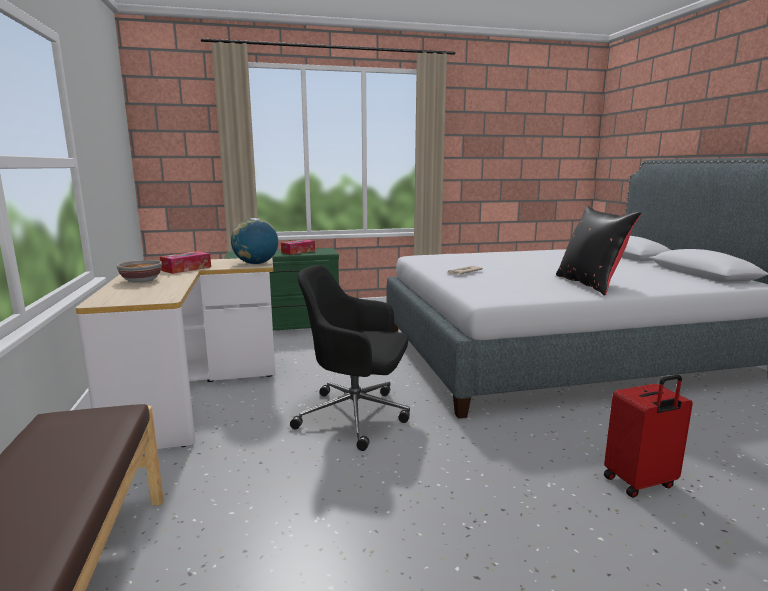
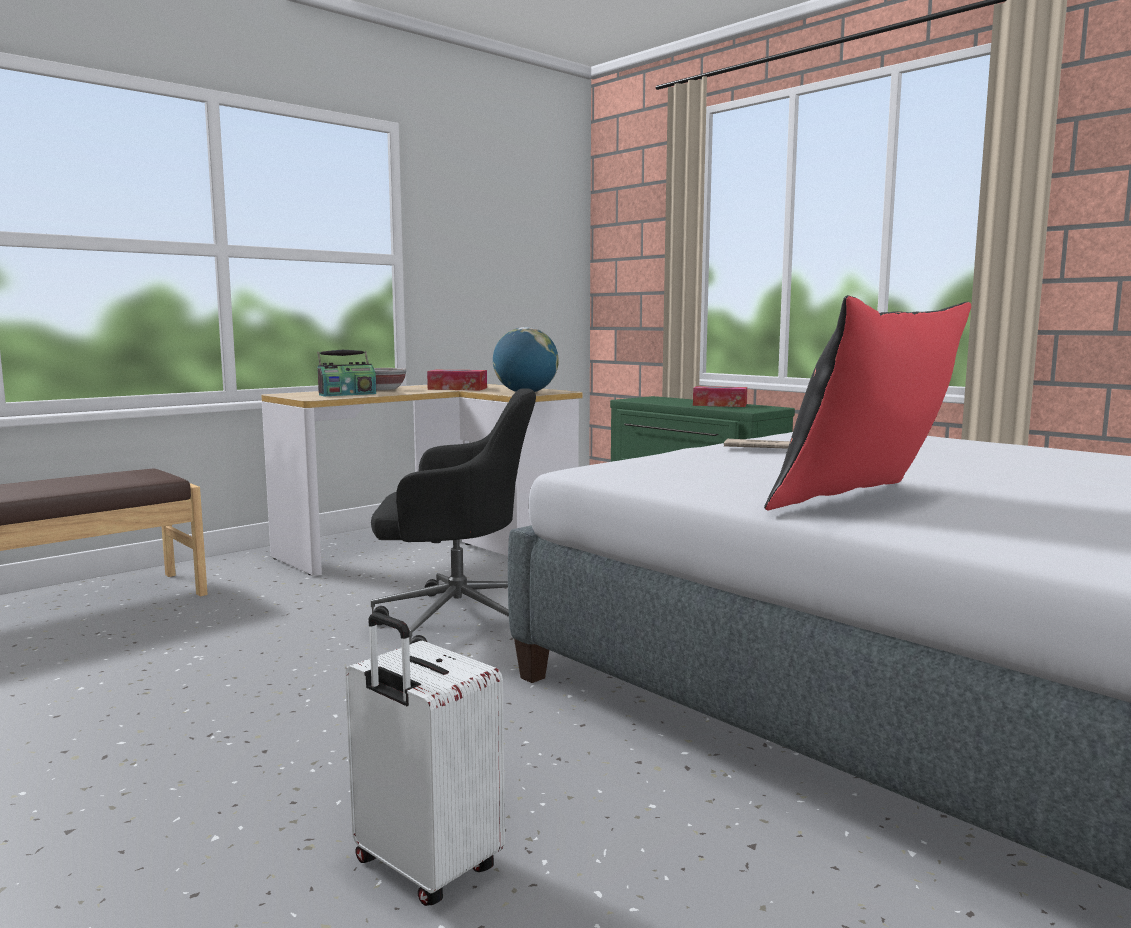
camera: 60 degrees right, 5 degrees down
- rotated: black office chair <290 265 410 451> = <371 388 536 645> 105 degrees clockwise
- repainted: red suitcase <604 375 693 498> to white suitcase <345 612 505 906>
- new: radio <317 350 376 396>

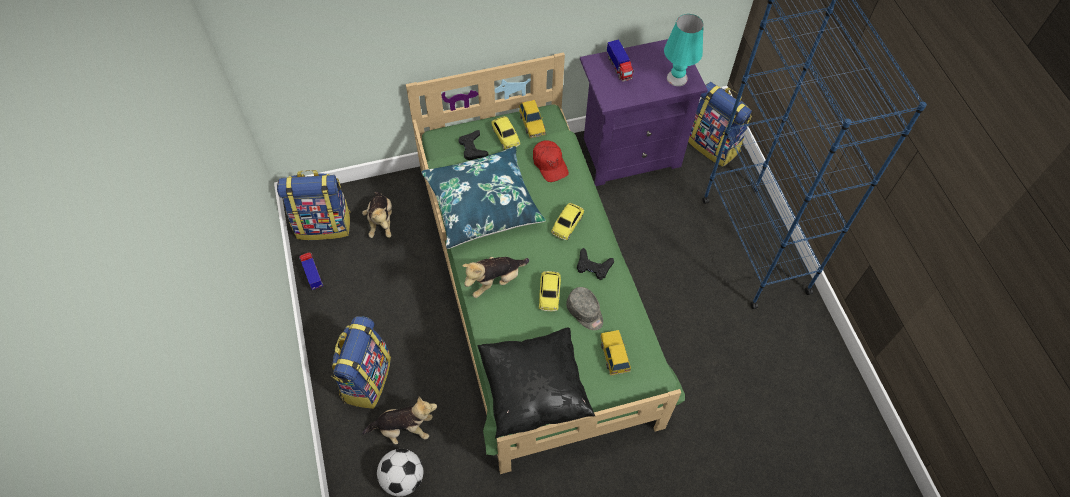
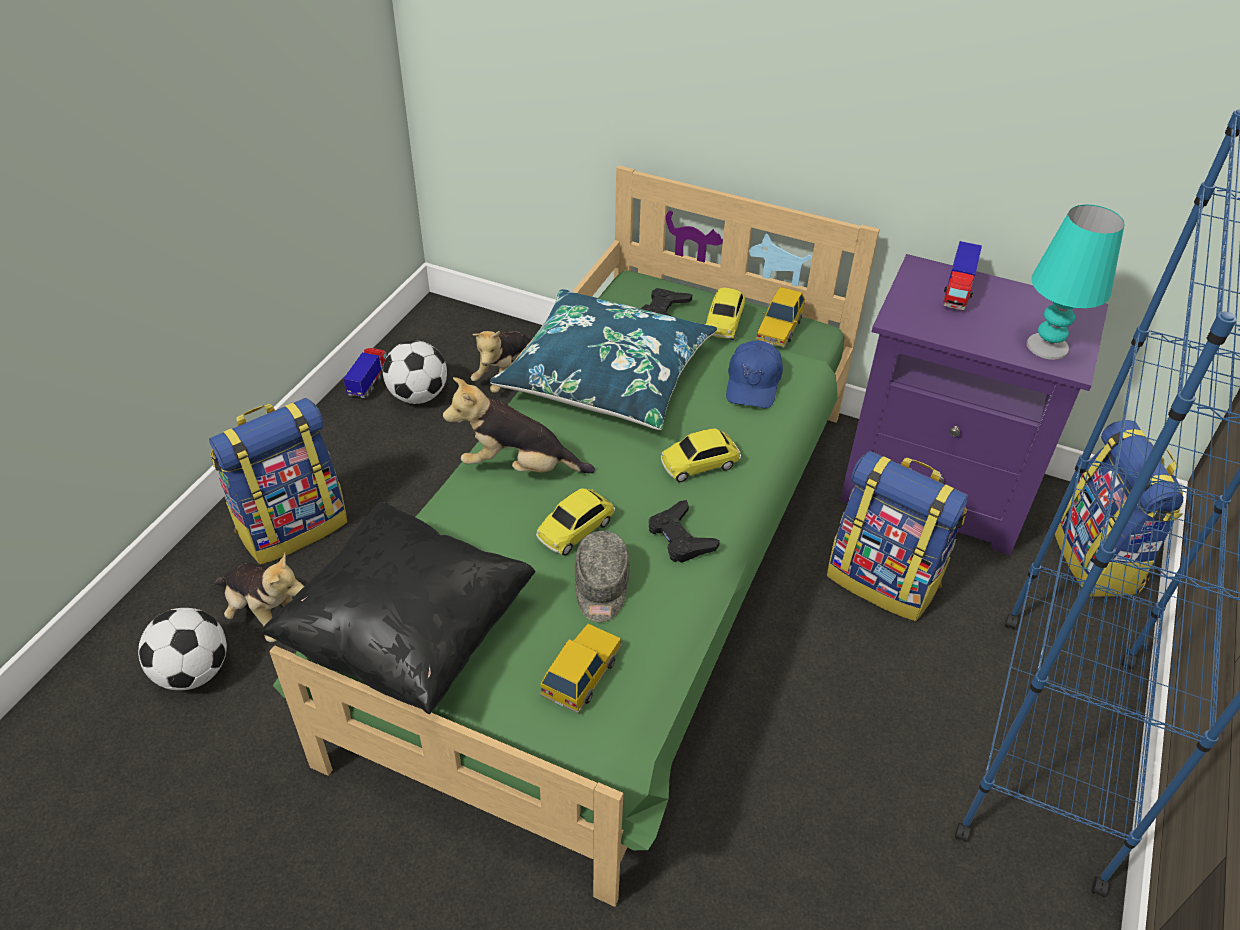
camera: 40 degrees right, 15 degrees down
- shifted: backpack <277 170 351 240> to <827 451 968 621>
- repainted: red cap <533 140 569 182> to blue cap <726 341 783 408>
- new: football <383 340 447 404>

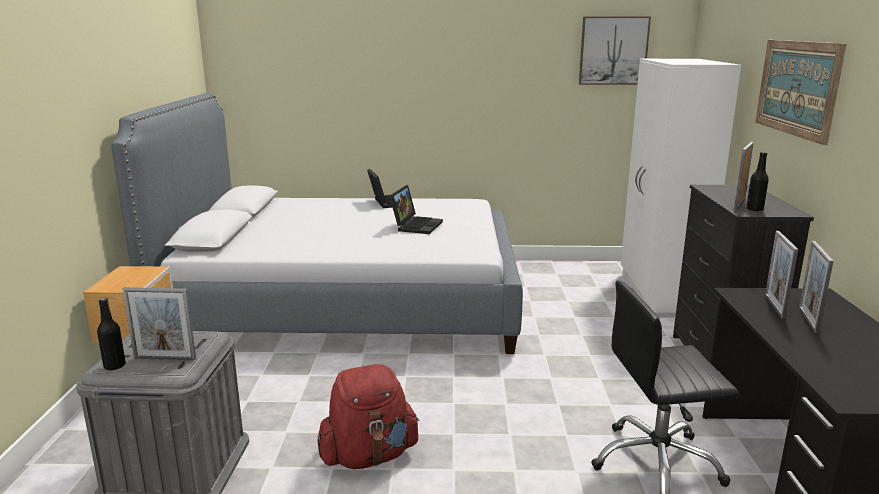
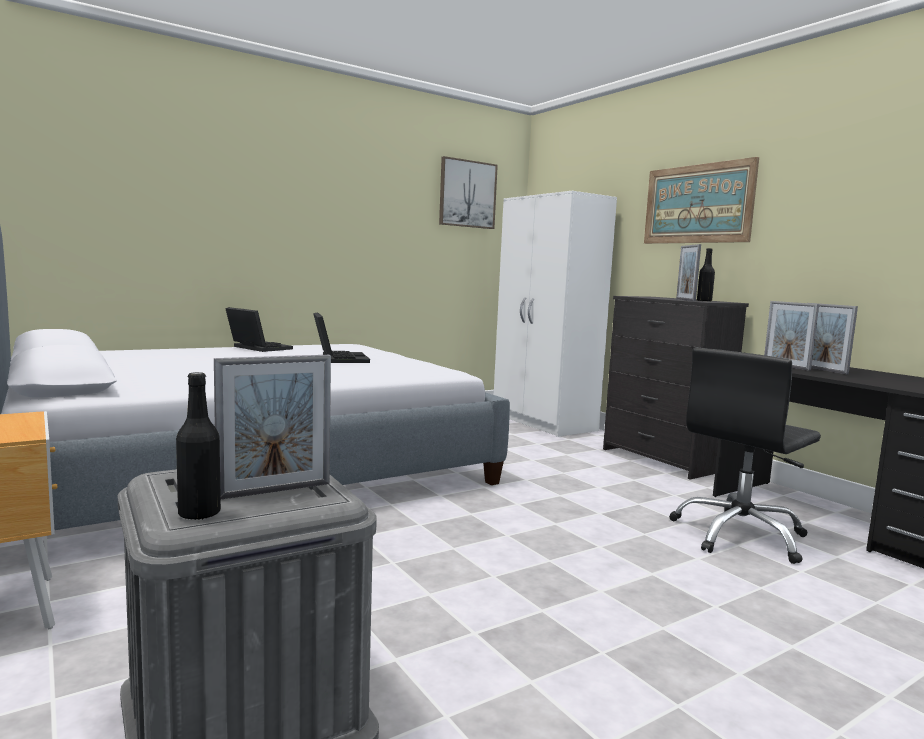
camera: 35 degrees left, 10 degrees down
- gone: red backpack <317 364 419 469>

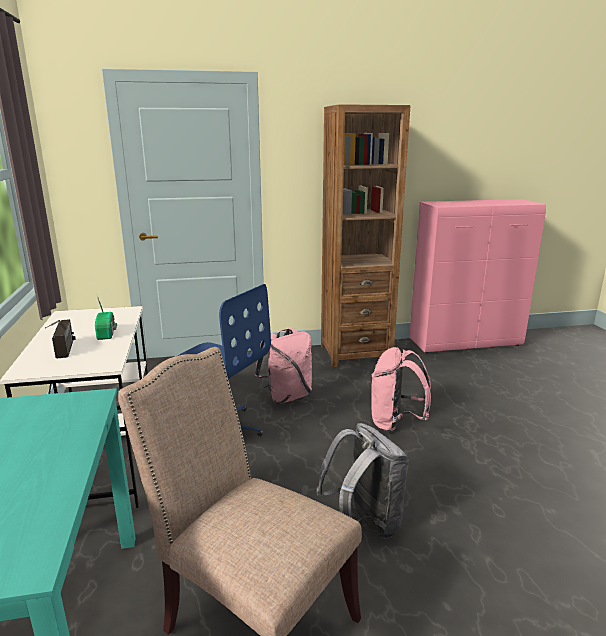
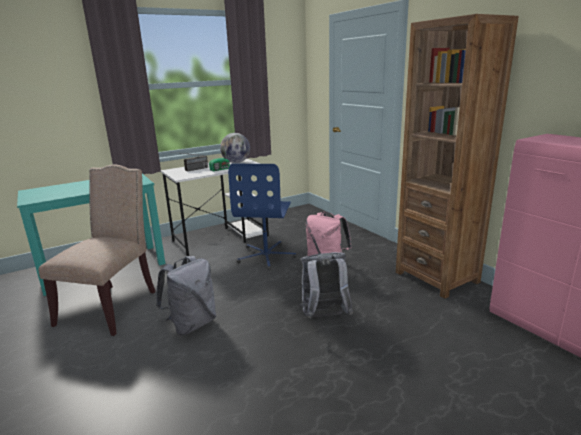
camera: 70 degrees right, 0 degrees up
- repainted: pink backpack <371 347 431 432> to grey backpack <299 252 353 318>
- new: globe <220 133 250 163>

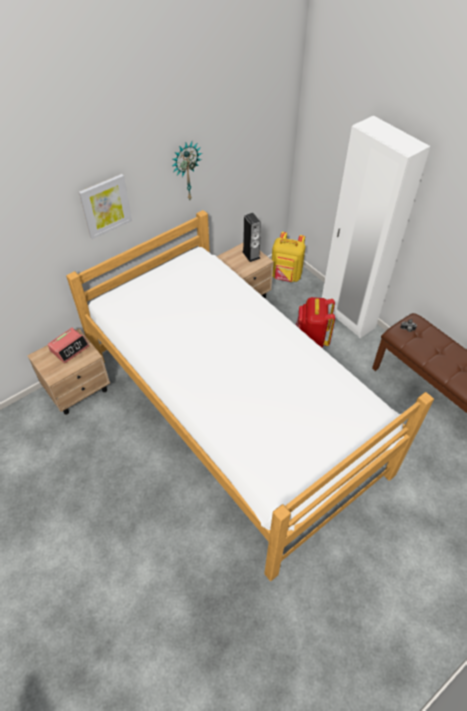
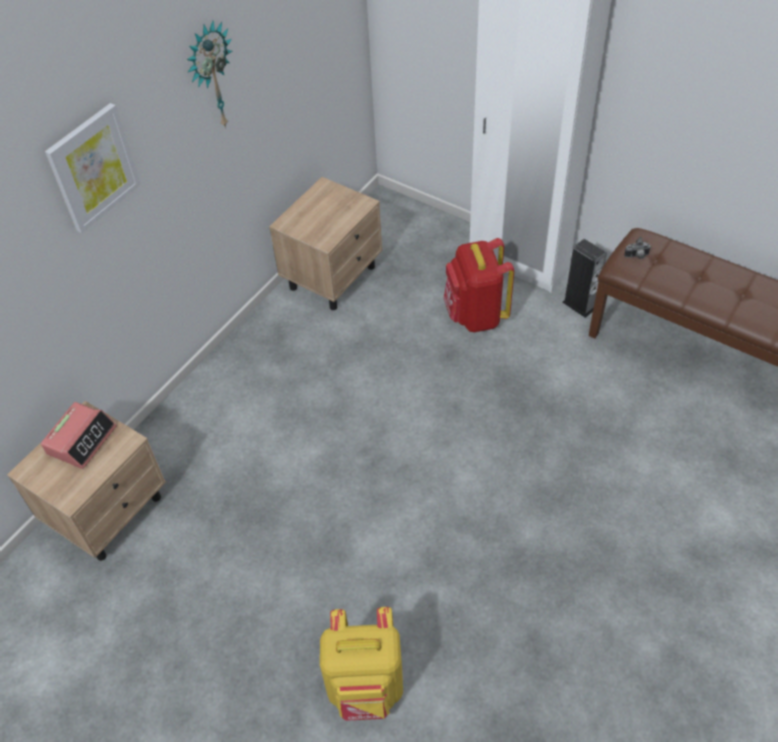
camera: 15 degrees left, 0 degrees up
- gone: bed <66 210 434 581>
- shifted: speaker <242 213 261 262> to <563 239 607 318>
- shifted: yellow backpack <272 232 306 282> to <320 607 403 721>

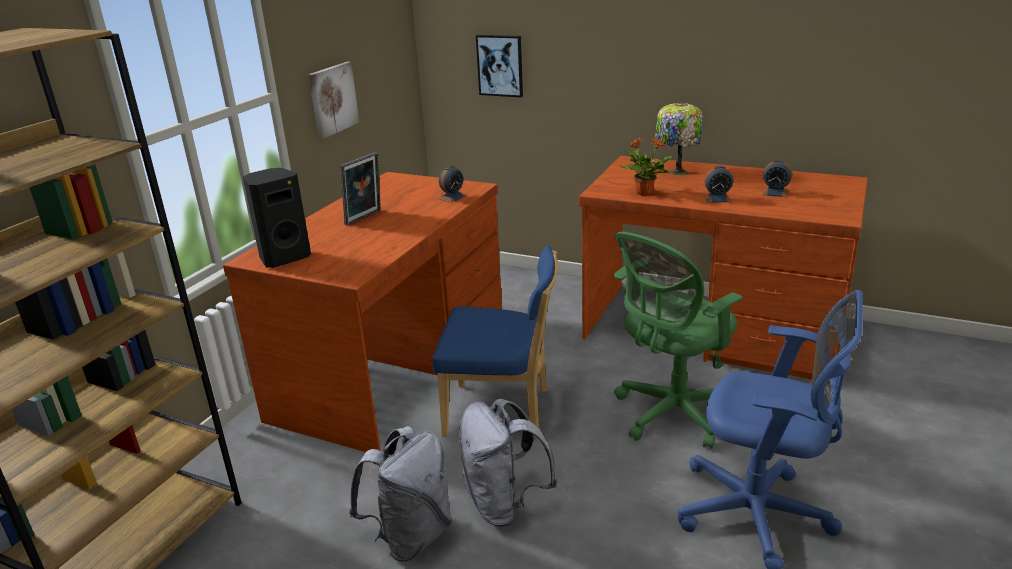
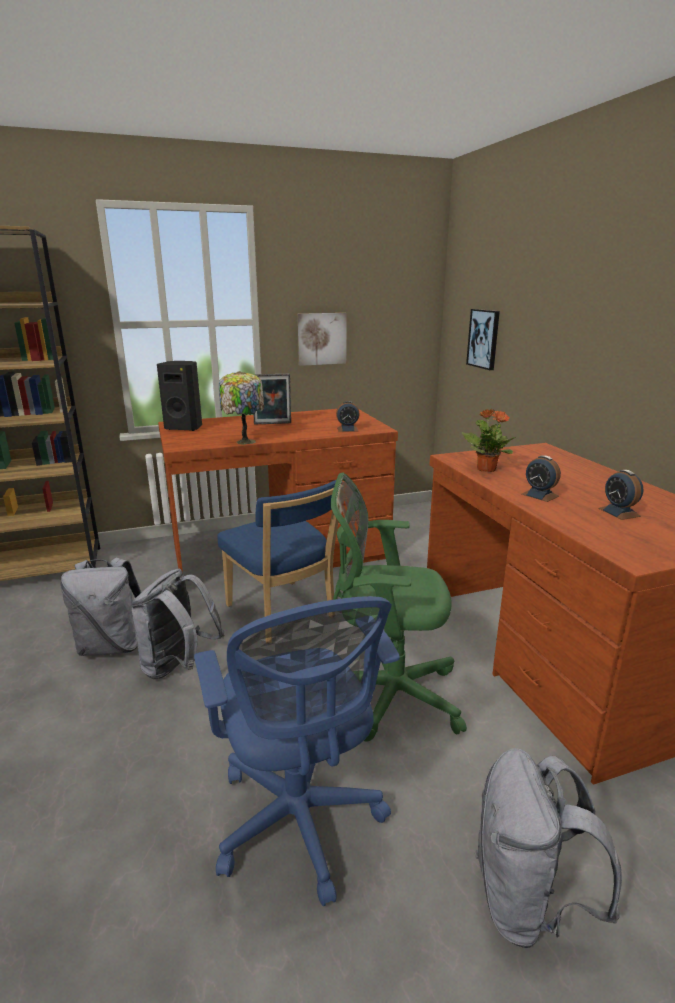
camera: 45 degrees right, 5 degrees down
- shifted: table lamp <655 102 703 176> to <219 371 264 445>
- new: grey backpack <475 748 622 948>

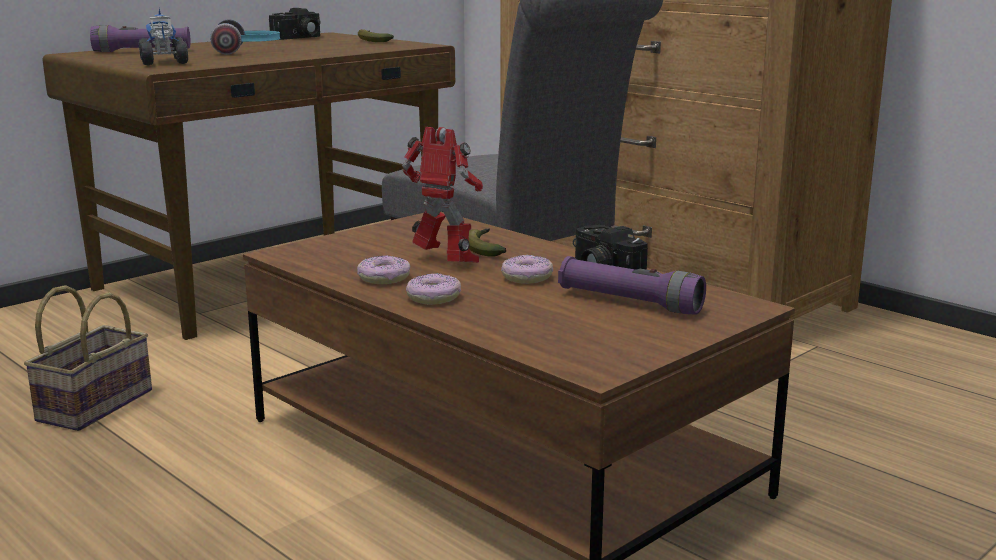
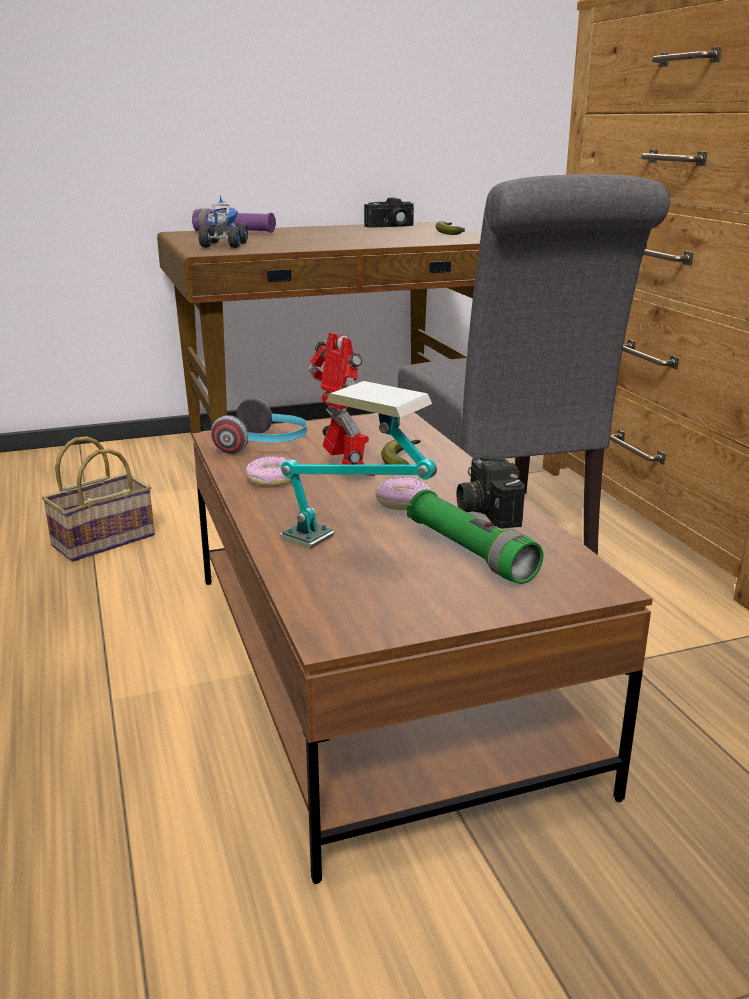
camera: 25 degrees right, 5 degrees up
- shifted: headphones <210 19 280 54> to <211 398 307 454>
- gone: donut <406 273 461 305>
- repainted: purple flashlight <558 256 706 315> to green flashlight <407 489 543 584>
- new: table lamp <280 381 437 549>

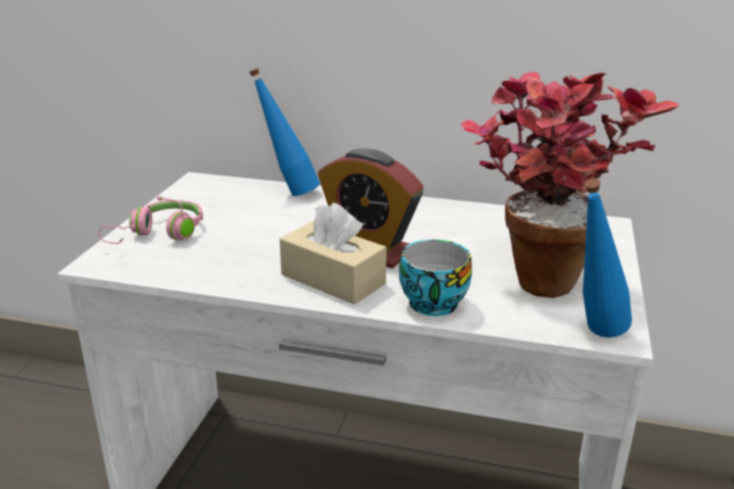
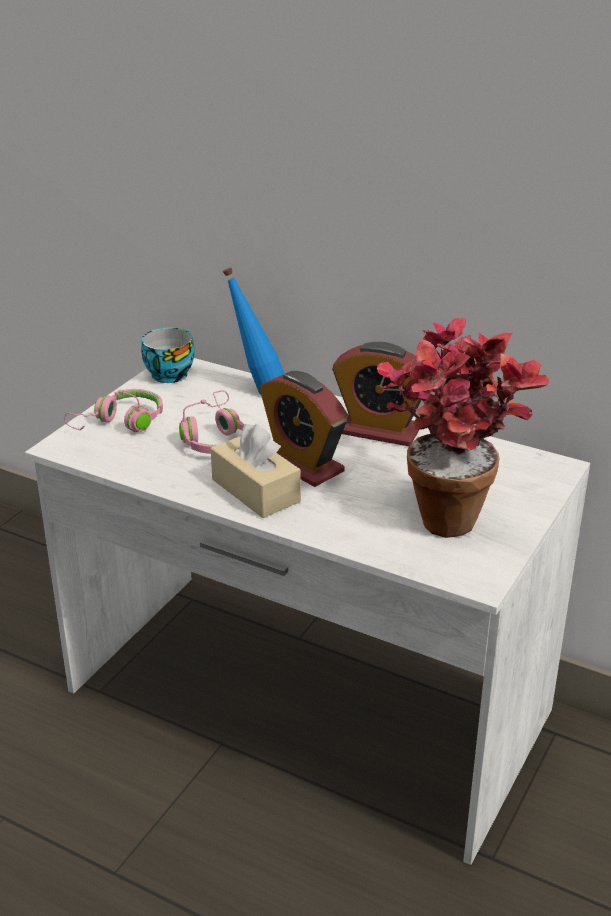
camera: 15 degrees right, 5 degrees up
- shifted: cup <399 239 472 316> to <141 328 194 383>
- gone: blue bottle <583 178 632 338>
- new: pink headphones <179 390 244 454>
- new: alarm clock <332 342 422 446>

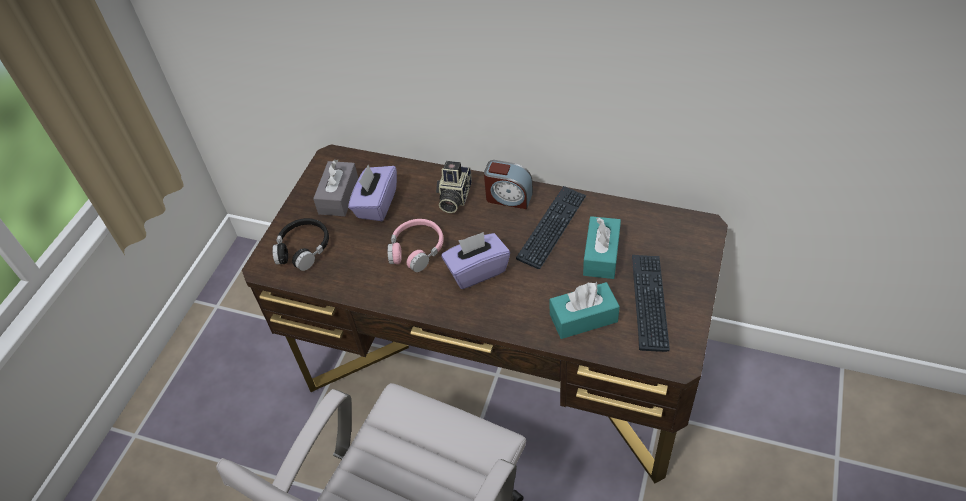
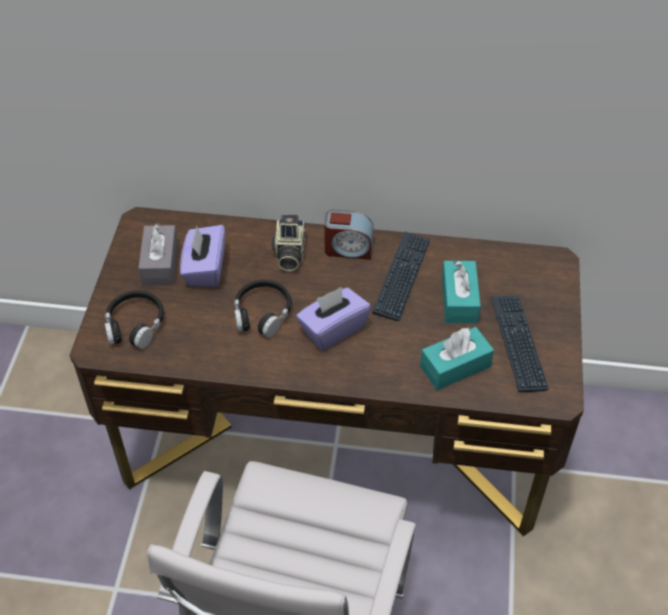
camera: 15 degrees left, 0 degrees up
- repainted: pink headphones <387 219 444 272> to black headphones <234 280 292 338>

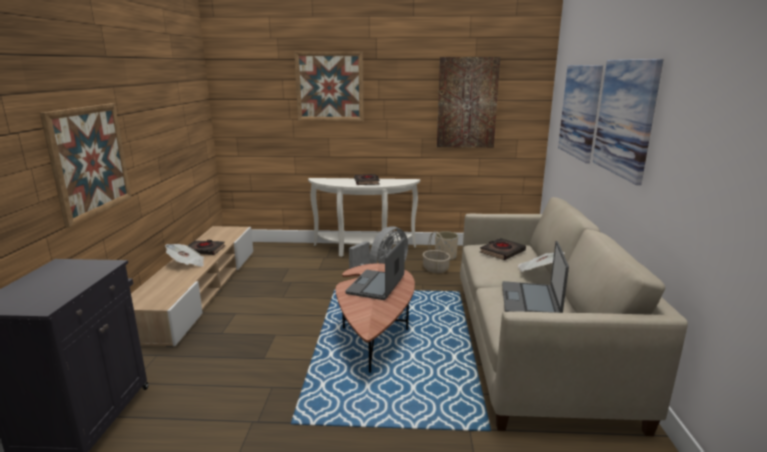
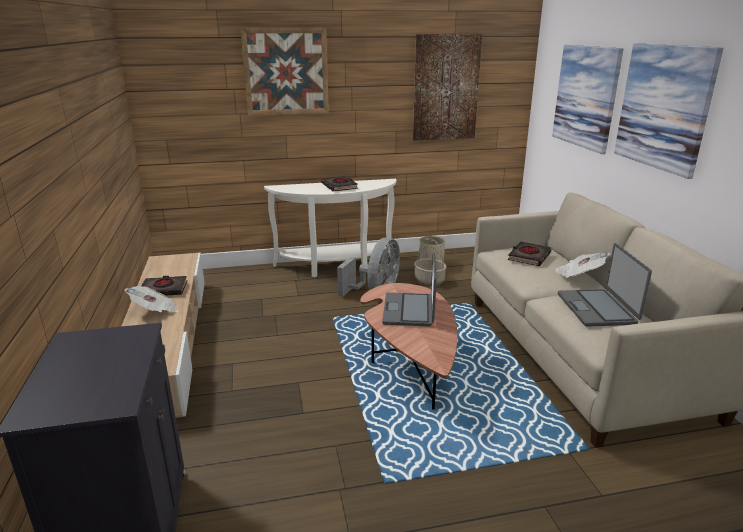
camera: 15 degrees left, 5 degrees up
- gone: picture <40 103 131 228>

